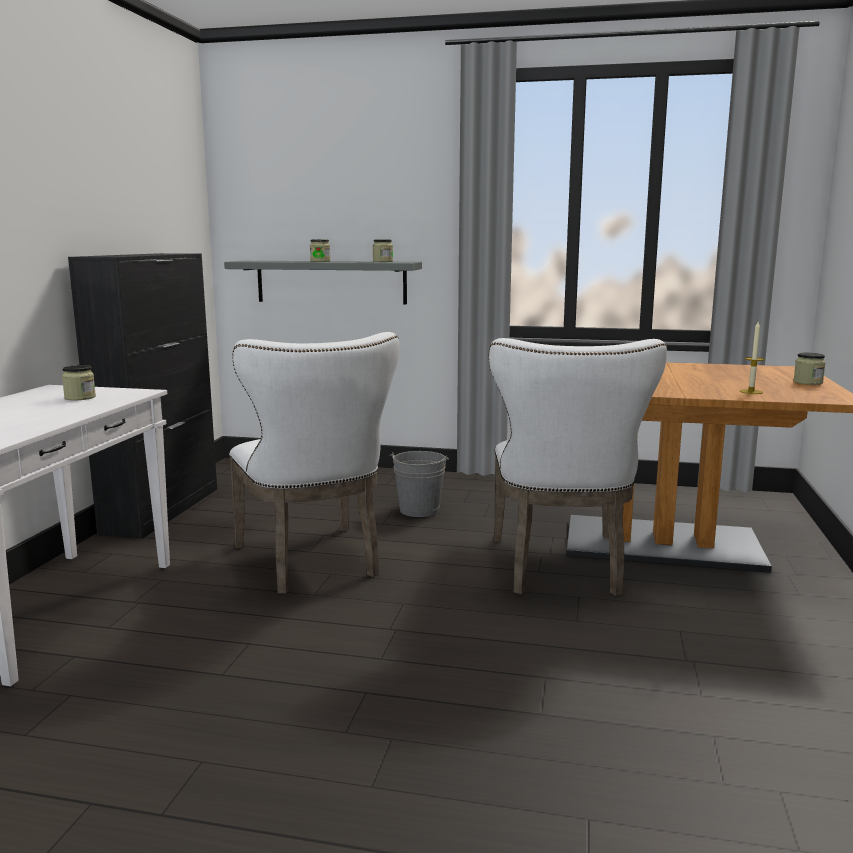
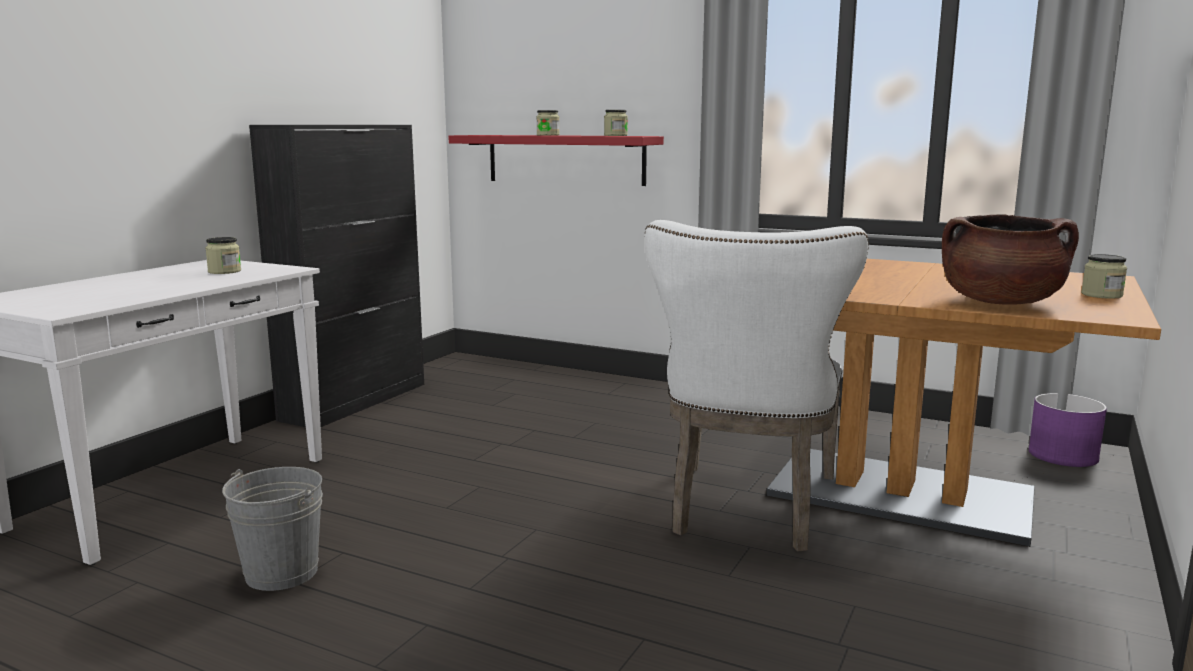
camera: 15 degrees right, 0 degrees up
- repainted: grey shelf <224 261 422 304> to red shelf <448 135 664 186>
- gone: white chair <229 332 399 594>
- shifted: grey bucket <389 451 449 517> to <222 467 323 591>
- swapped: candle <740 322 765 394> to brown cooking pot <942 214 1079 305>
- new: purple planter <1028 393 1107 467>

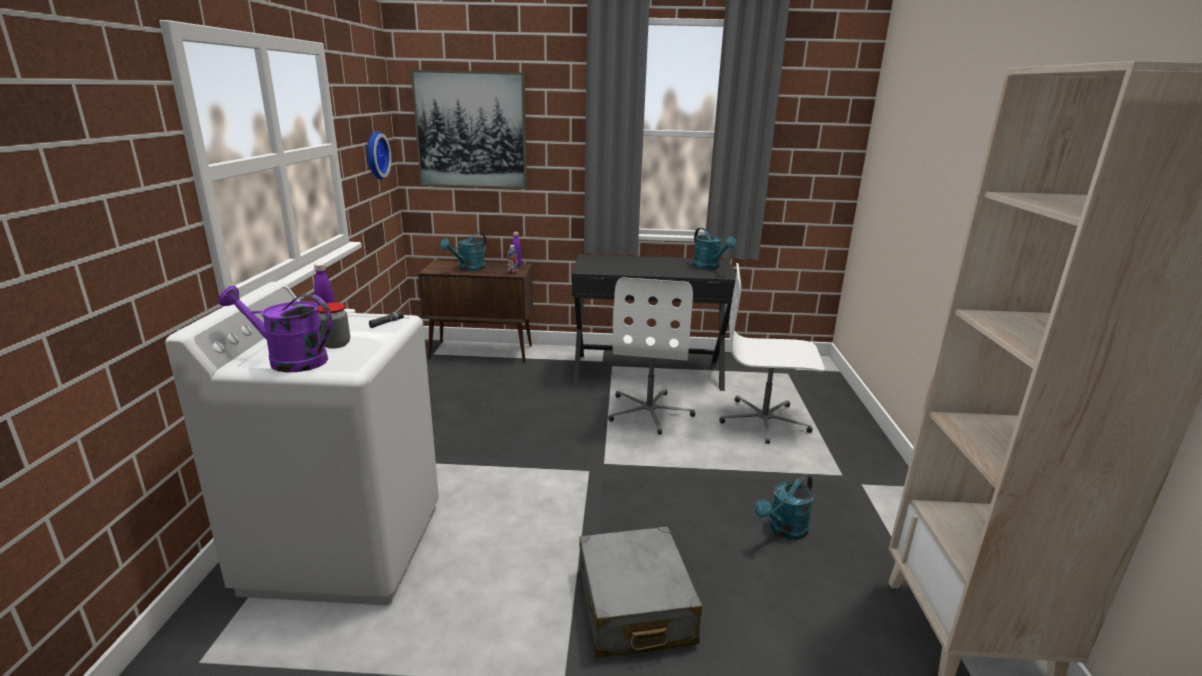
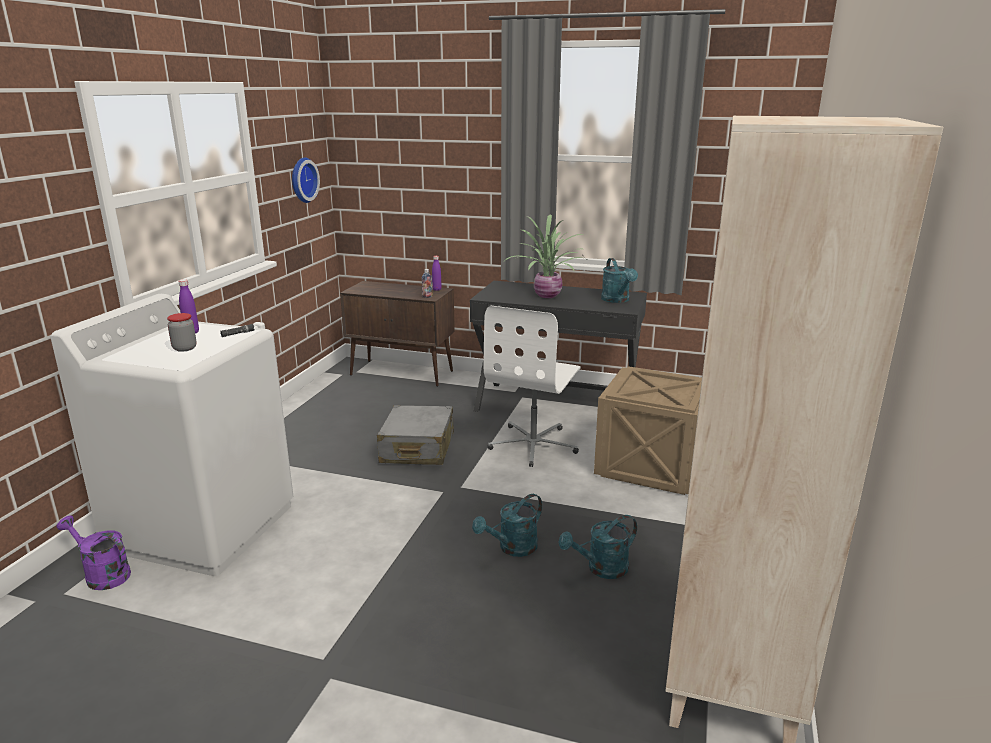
camera: 15 degrees right, 0 degrees up
- shifted: purple watering can <218 286 332 373> to <57 515 131 590>
- gone: picture <411 70 527 189>
- shifted: turquoise watering can <440 232 487 271> to <472 494 542 557>
- shifted: grey suitcase <578 526 702 658> to <377 405 454 465>
- swapped: white office chair <719 263 825 444> to crate <594 366 702 495>
- new: potted plant <503 214 585 298>

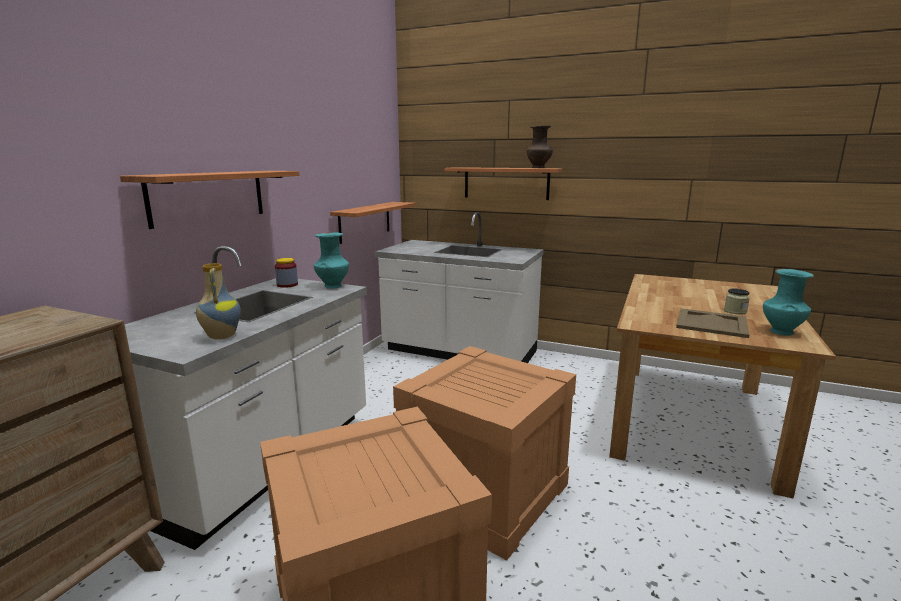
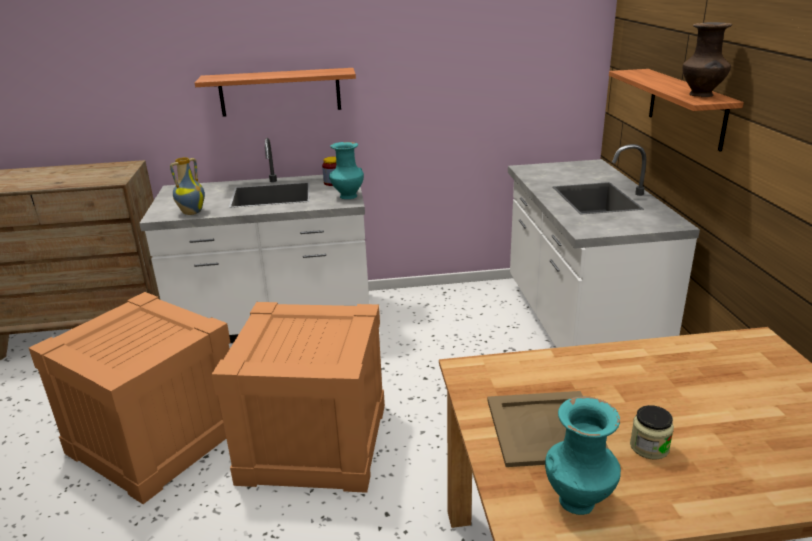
camera: 60 degrees right, 10 degrees up
- gone: shelf <330 202 416 244>

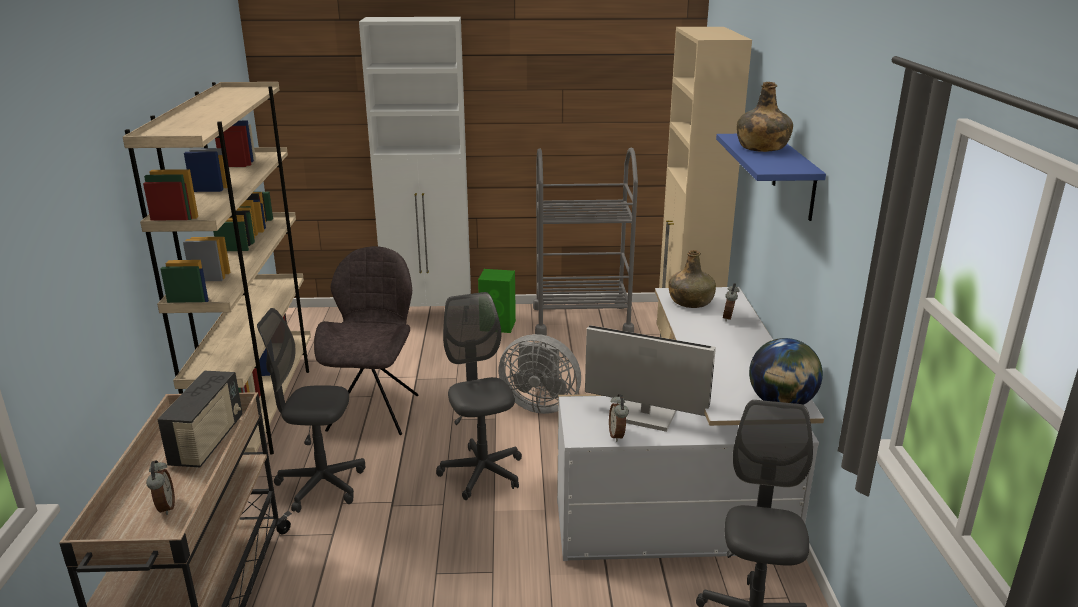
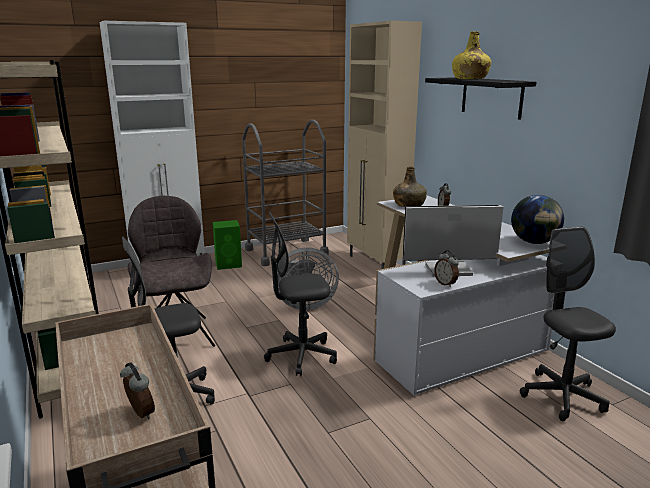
camera: 25 degrees left, 5 degrees down
- gone: radio <157 371 242 467>
- rotated: grey office chair <436 292 522 500> = <264 212 337 376> 60 degrees counterclockwise
- repainted: blue shelf <716 134 826 221> to black shelf <425 77 536 120>
- repainted: green bottle <737 82 793 152> to yellow bottle <452 31 491 79>

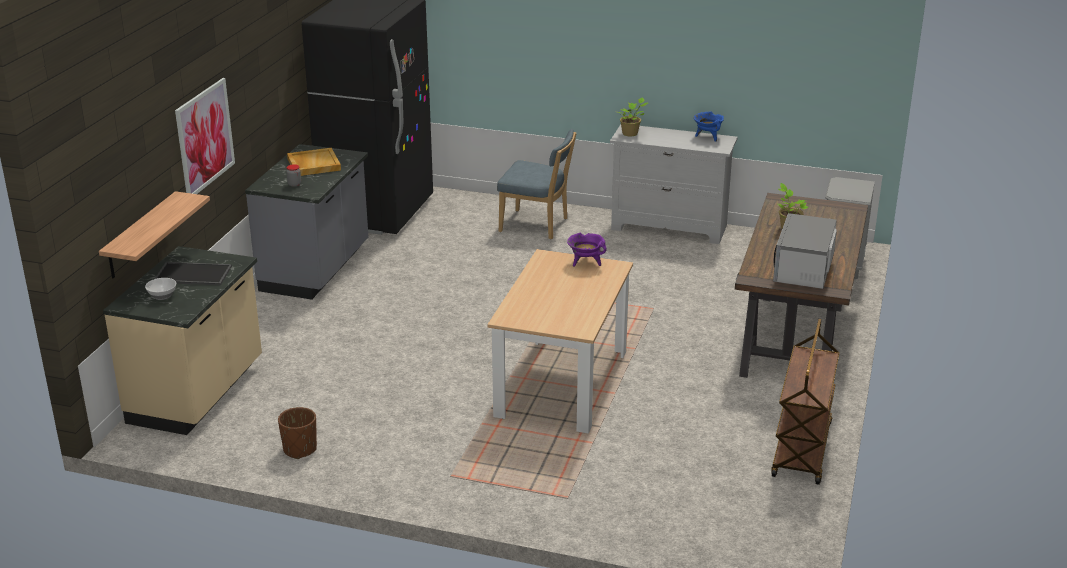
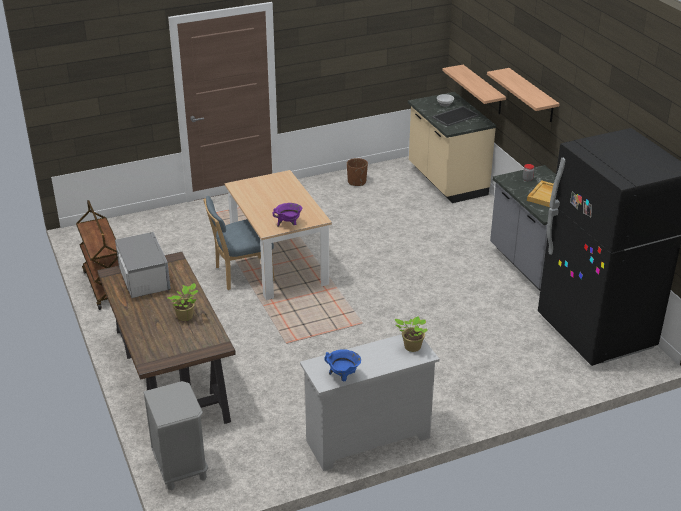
camera: 140 degrees right, 5 degrees up
- swapped: picture <175 78 235 194> to shelf <487 68 560 122>
- shifted: blue chair <497 129 576 239> to <203 195 275 290>

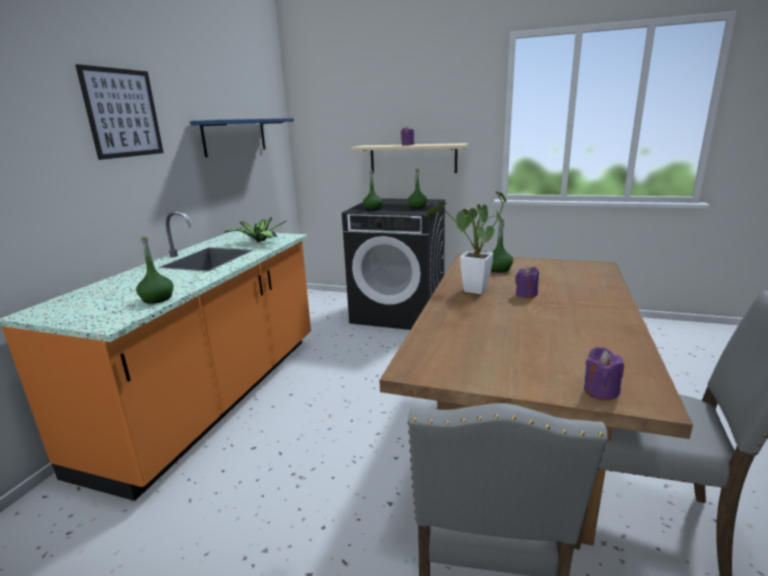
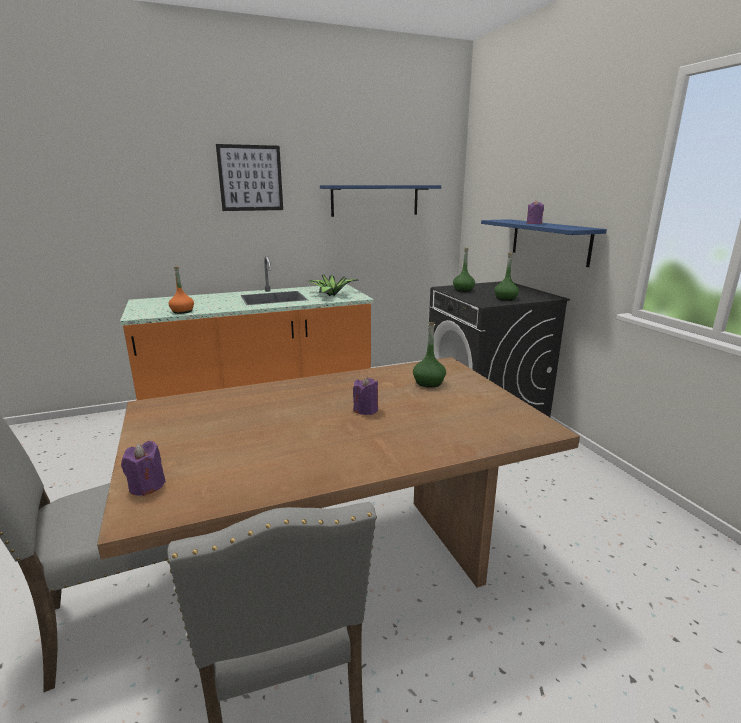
camera: 50 degrees right, 0 degrees up
- repainted: green bottle <136 236 174 304> to orange bottle <169 266 194 314>
- repainted: beige shelf <350 143 468 173> to blue shelf <481 219 607 267>
- gone: potted plant <425 191 506 294>

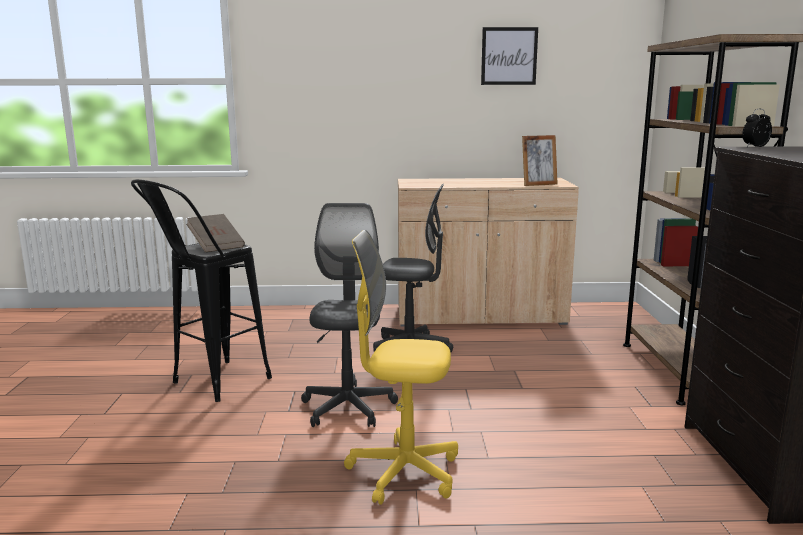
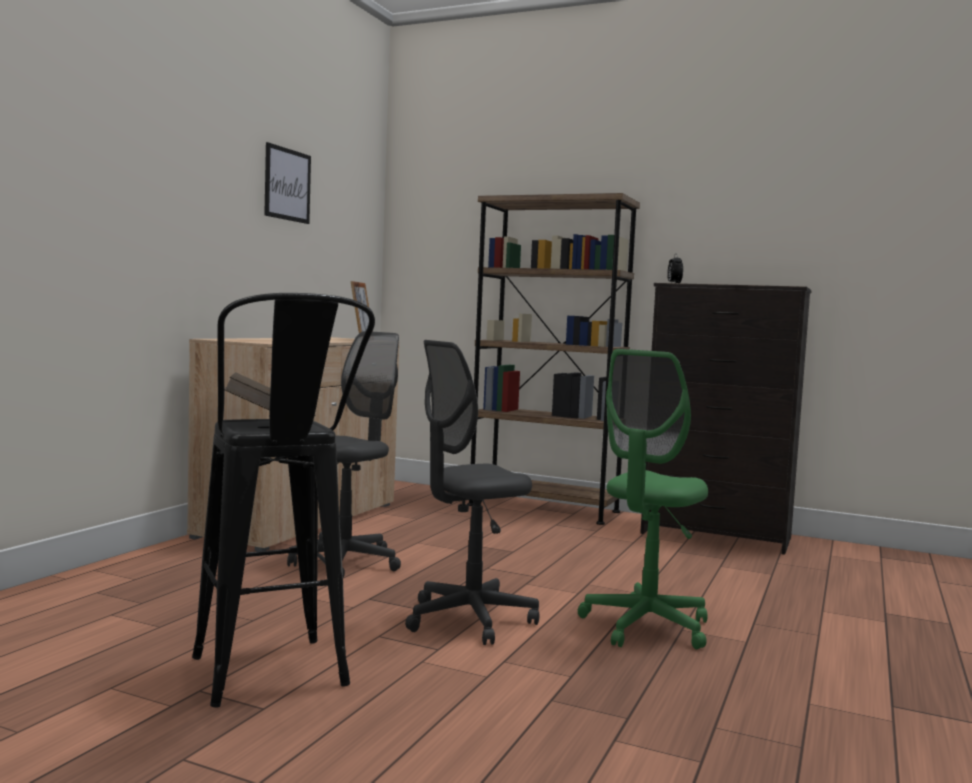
camera: 65 degrees left, 10 degrees down
- rotated: grey office chair <301 203 398 427> = <405 340 540 645> 60 degrees counterclockwise
- repainted: yellow office chair <344 230 458 505> to green office chair <577 349 708 649>

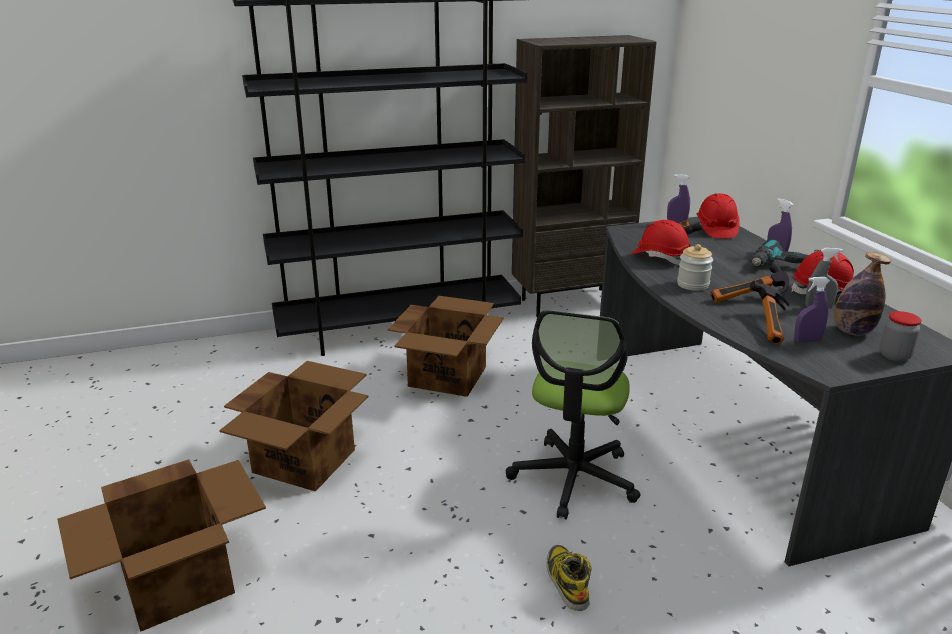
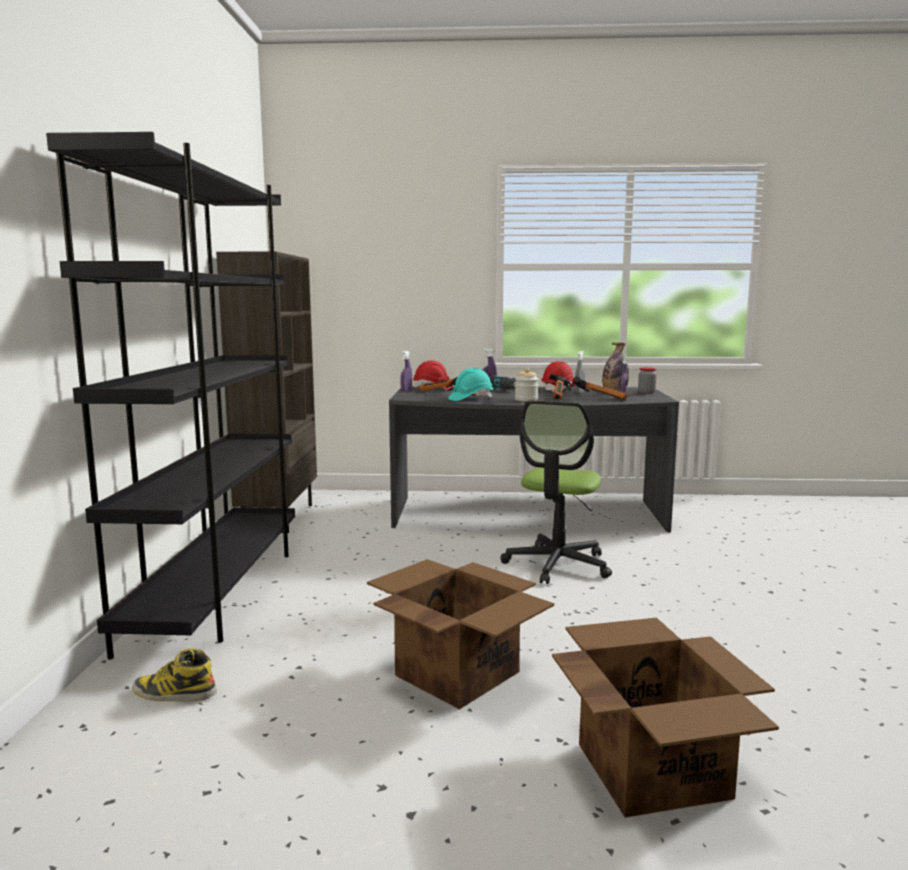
camera: 70 degrees left, 15 degrees down
- gone: cardboard box <388 296 504 397>
- rotated: office chair <506 310 641 519> = <501 400 612 584> 75 degrees clockwise
- shifted: boot <547 545 592 611> to <132 648 217 702>
- repainted: red hard hat <631 220 690 265> to turquoise hard hat <448 368 493 401>

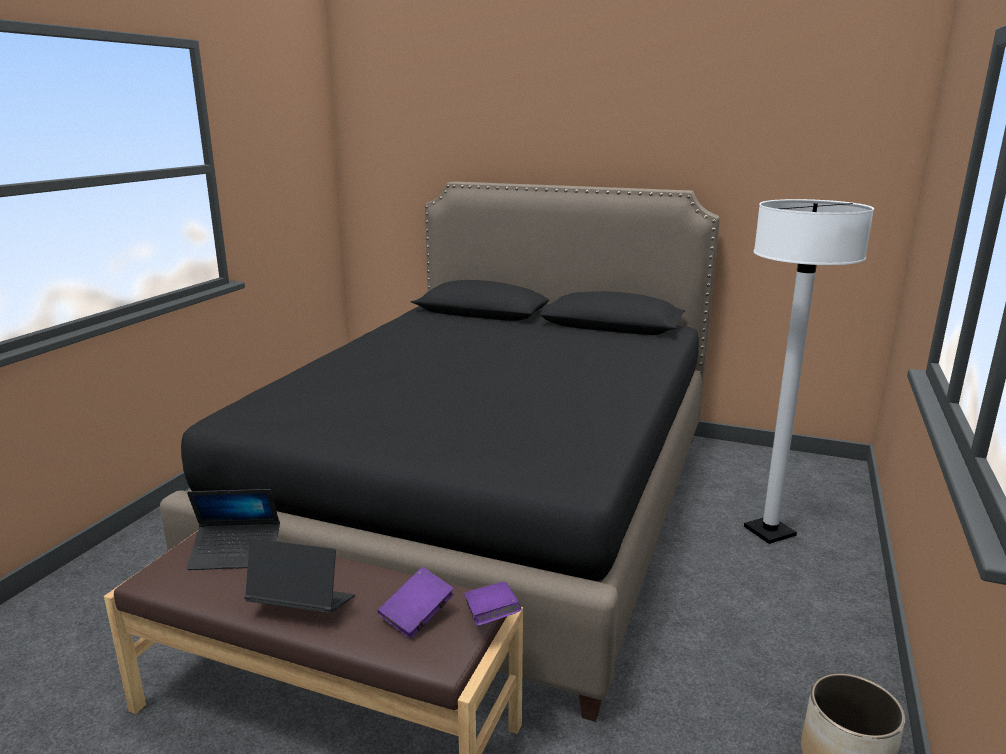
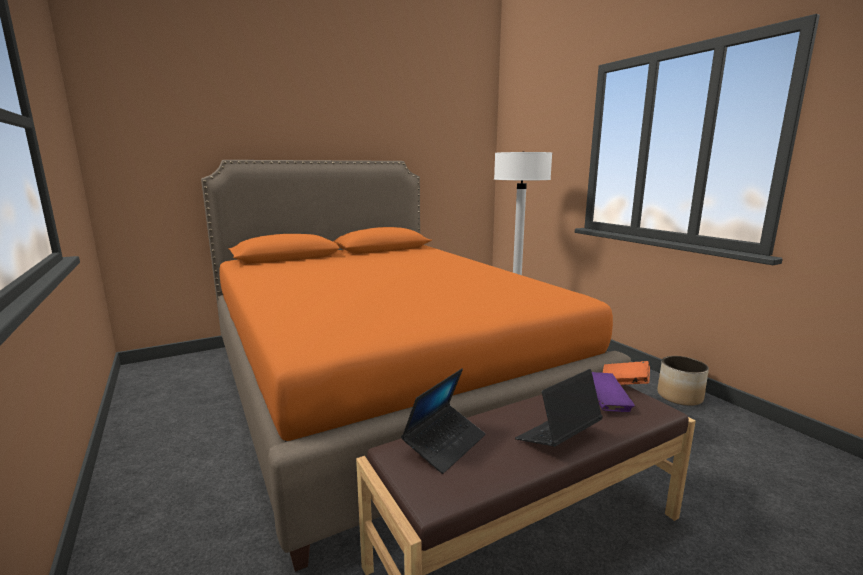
camera: 50 degrees left, 5 degrees down
- repainted: black bed <160 181 720 722> to orange bed <201 160 631 572>
- repainted: purple book <464 582 521 626> to orange book <603 361 650 385>

